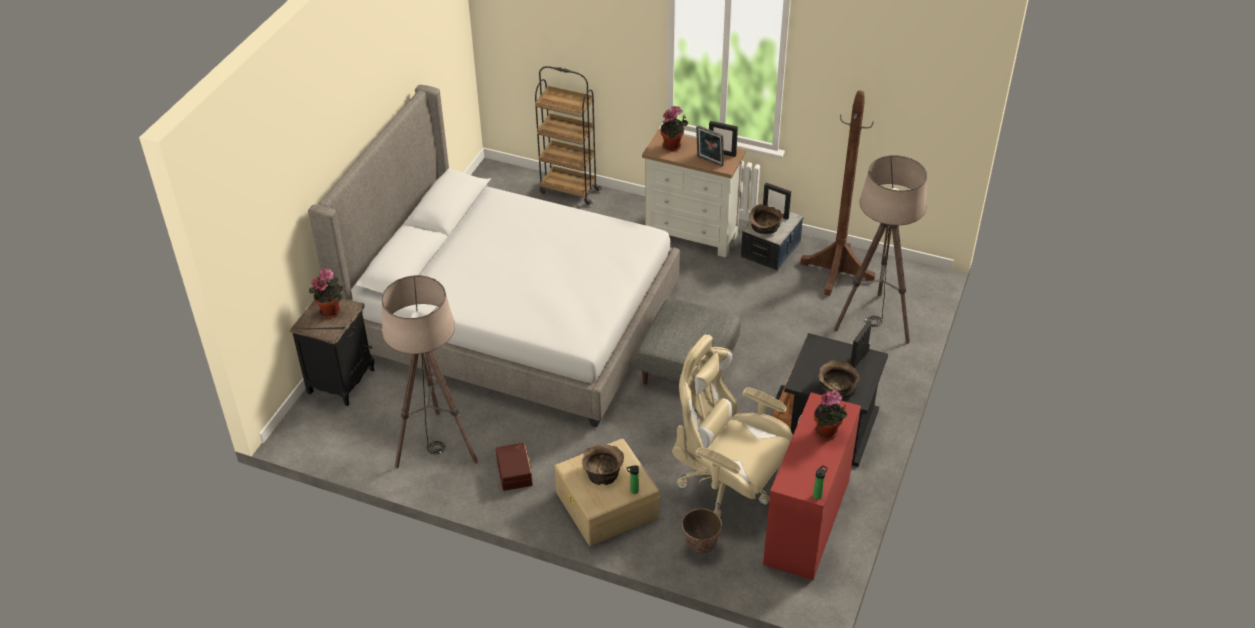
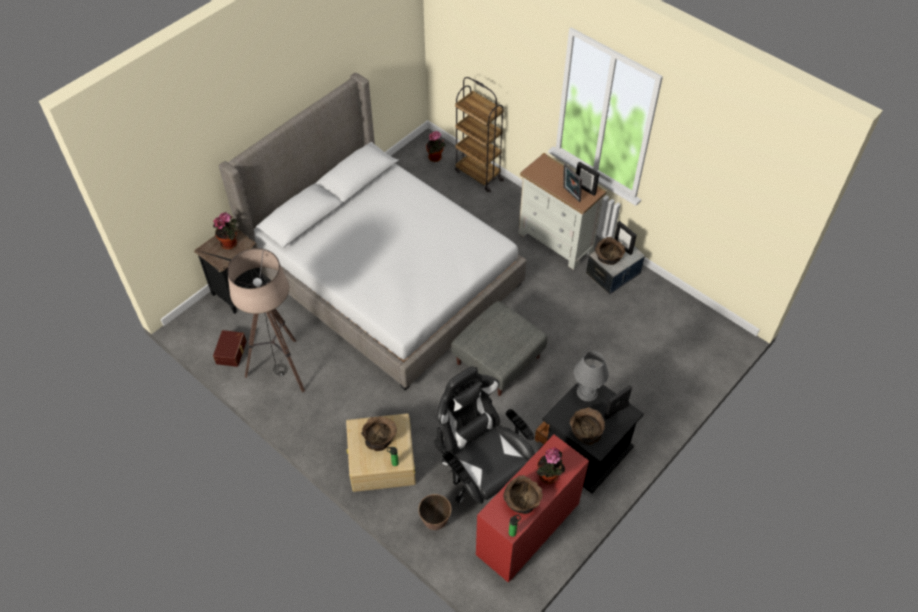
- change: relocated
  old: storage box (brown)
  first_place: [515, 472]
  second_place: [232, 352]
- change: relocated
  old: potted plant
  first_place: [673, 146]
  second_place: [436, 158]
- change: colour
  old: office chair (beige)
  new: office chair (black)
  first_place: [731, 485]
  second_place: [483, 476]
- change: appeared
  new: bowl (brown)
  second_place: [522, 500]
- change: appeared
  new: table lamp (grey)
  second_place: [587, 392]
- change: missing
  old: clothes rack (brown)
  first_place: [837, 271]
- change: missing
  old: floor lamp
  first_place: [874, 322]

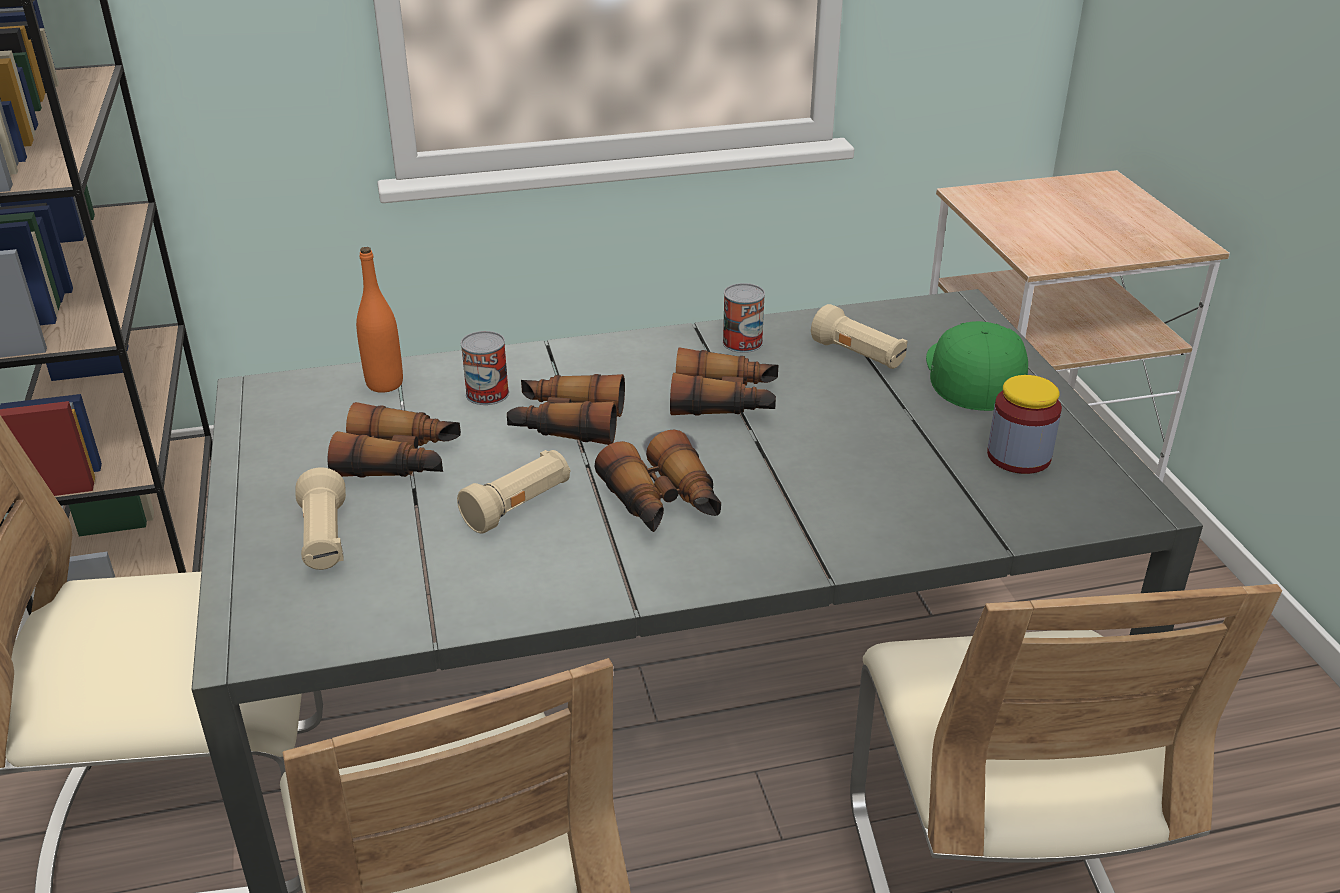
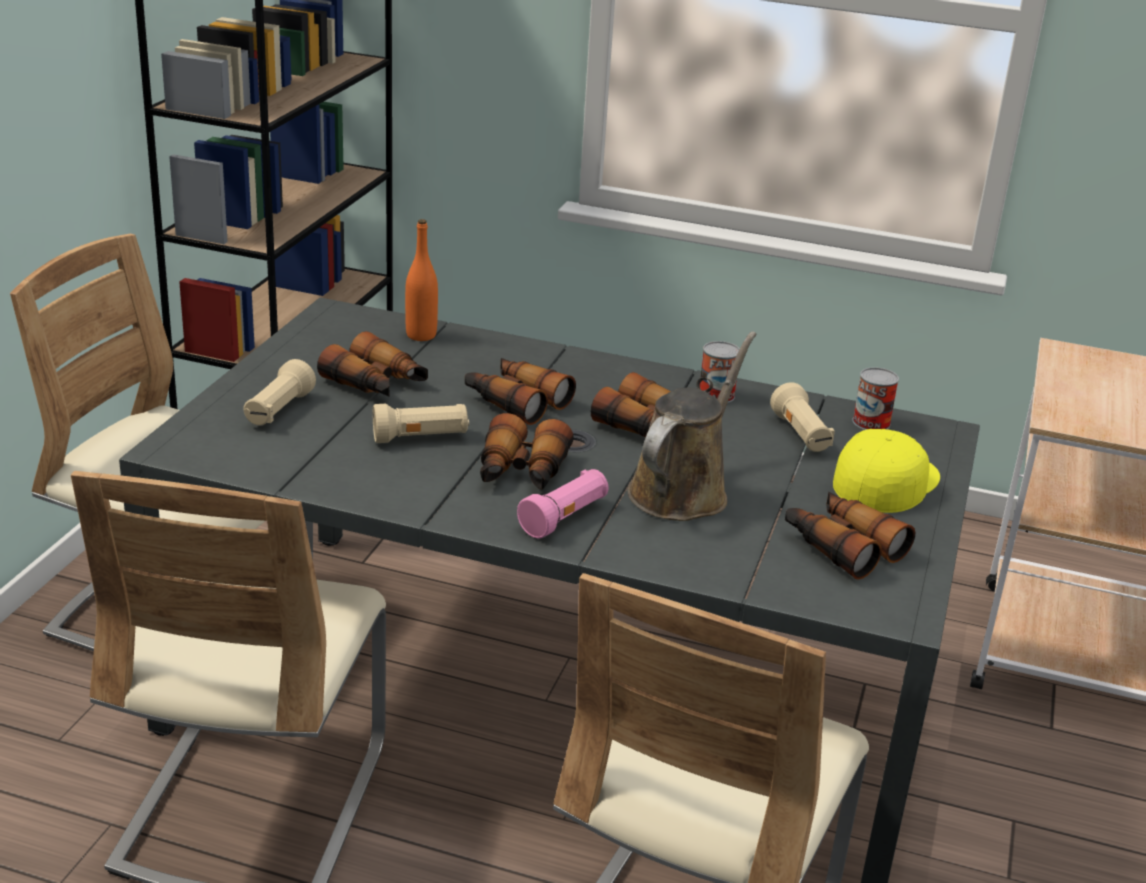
- change: appeared
  new: flashlight (pink)
  second_place: [564, 518]
- change: appeared
  new: watering can (brown)
  second_place: [682, 490]
- change: exchanged
  old: jar
  new: binoculars
  first_place: [1018, 456]
  second_place: [841, 546]
- change: colour
  old: cap (green)
  new: cap (yellow)
  first_place: [973, 373]
  second_place: [885, 479]
- change: relocated
  old: can
  first_place: [487, 393]
  second_place: [871, 422]

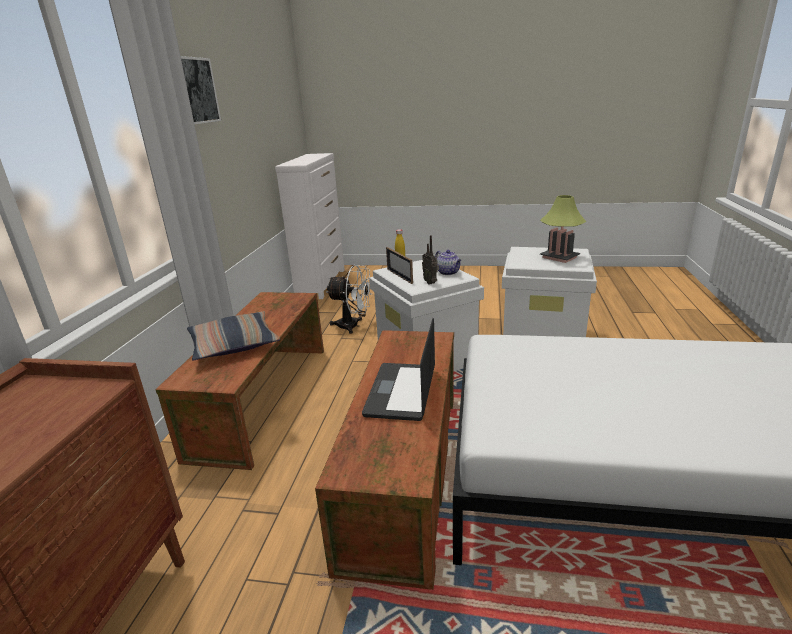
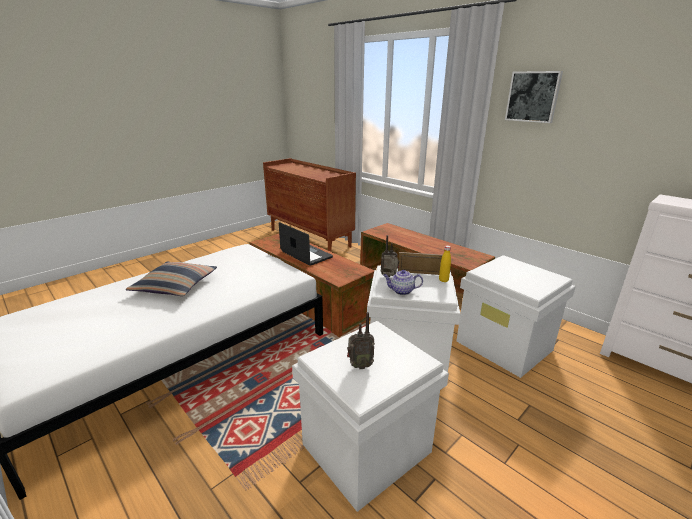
- change: relocated
  old: pillow
  first_place: [234, 344]
  second_place: [175, 286]
- change: exchanged
  old: table lamp
  new: radio
  first_place: [559, 257]
  second_place: [359, 365]
- change: exchanged
  old: fan (white)
  new: storage box (white)
  first_place: [353, 326]
  second_place: [505, 346]

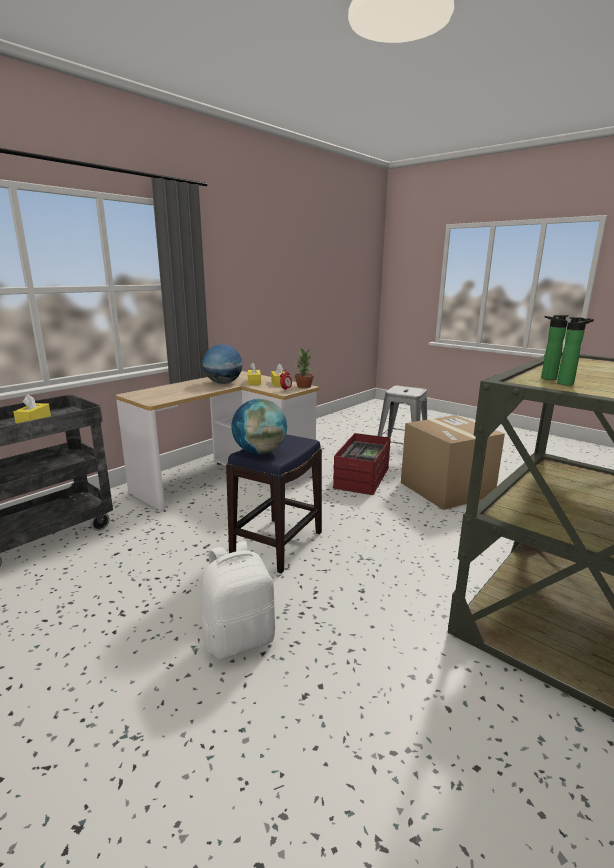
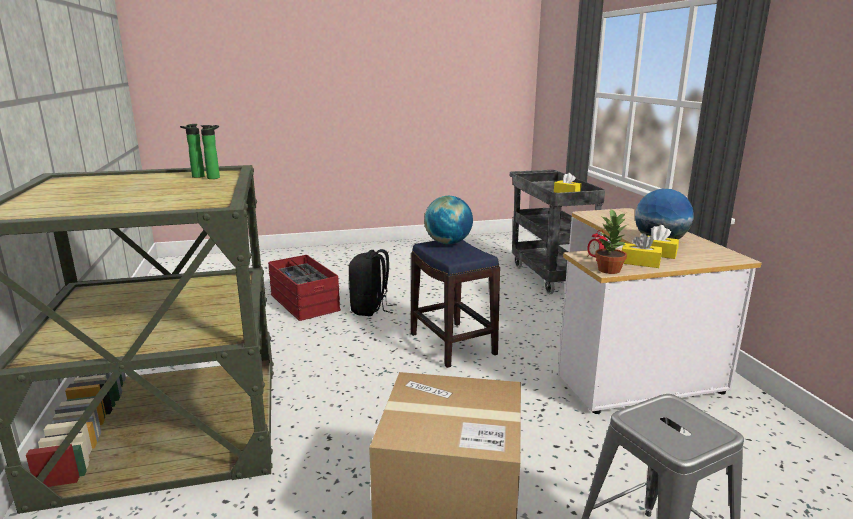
- change: relocated
  old: storage box (red)
  first_place: [362, 477]
  second_place: [303, 302]
- change: colour
  old: backpack (white)
  new: backpack (black)
  first_place: [240, 638]
  second_place: [370, 309]

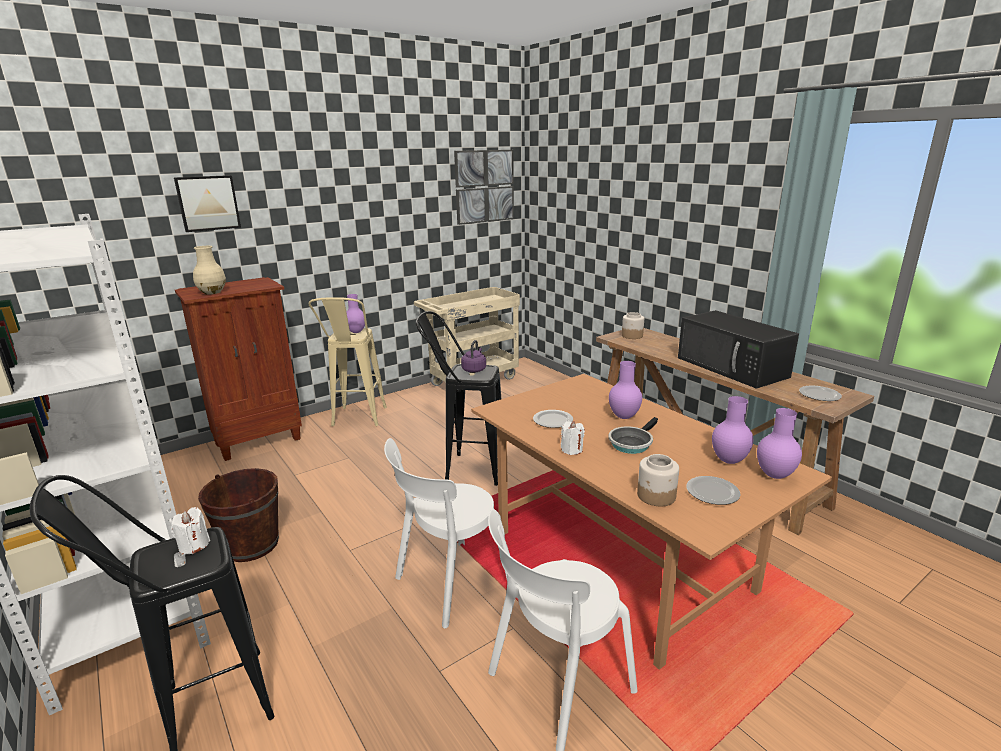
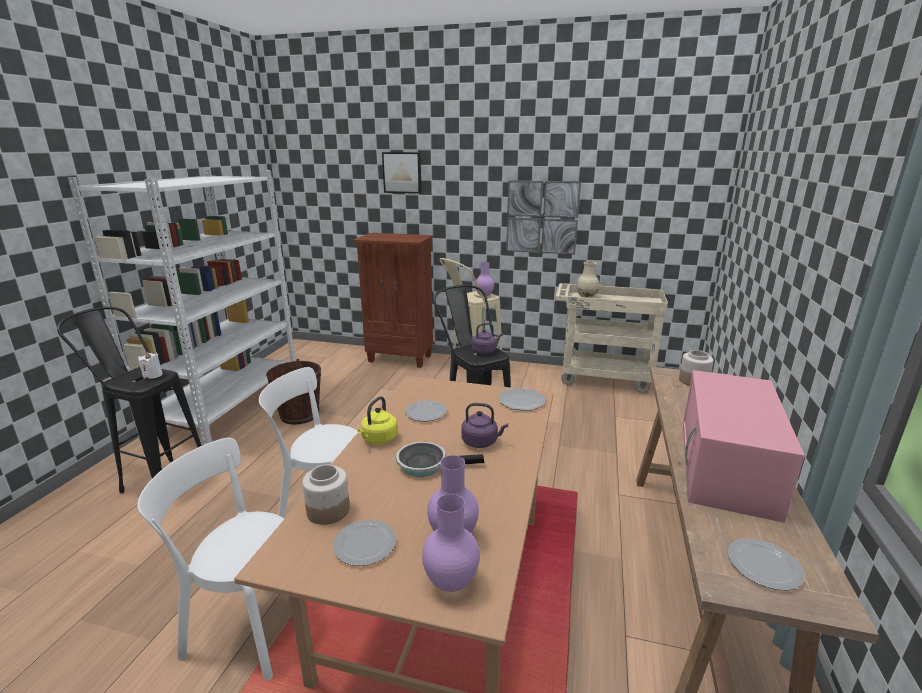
- change: exchanged
  old: candle (white)
  new: kettle (yellow)
  first_place: [571, 449]
  second_place: [378, 439]
- change: exchanged
  old: vase (purple)
  new: kettle (purple)
  first_place: [623, 416]
  second_place: [481, 442]
- change: appeared
  new: plate
  second_place: [521, 401]
- change: relocated
  old: picture
  first_place: [484, 186]
  second_place: [542, 217]
- change: relocated
  old: vase (beige)
  first_place: [212, 292]
  second_place: [587, 296]
- change: colour
  old: microwave (black)
  new: microwave (pink)
  first_place: [733, 367]
  second_place: [727, 467]

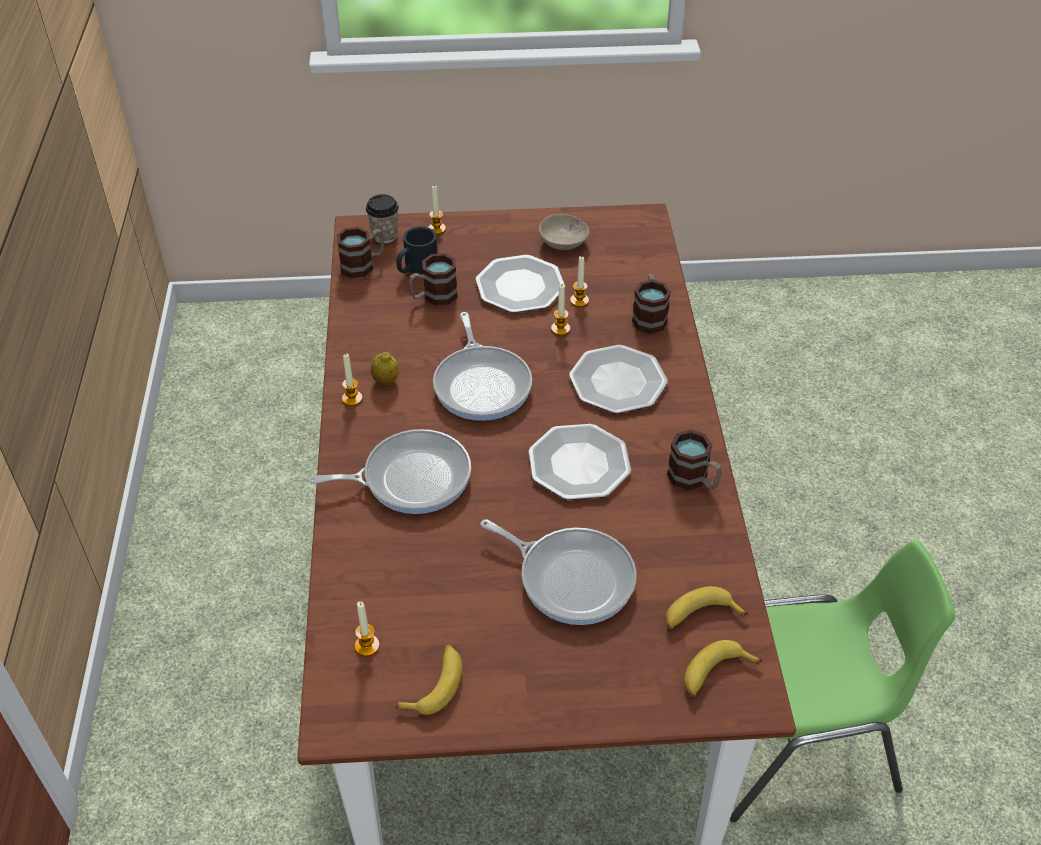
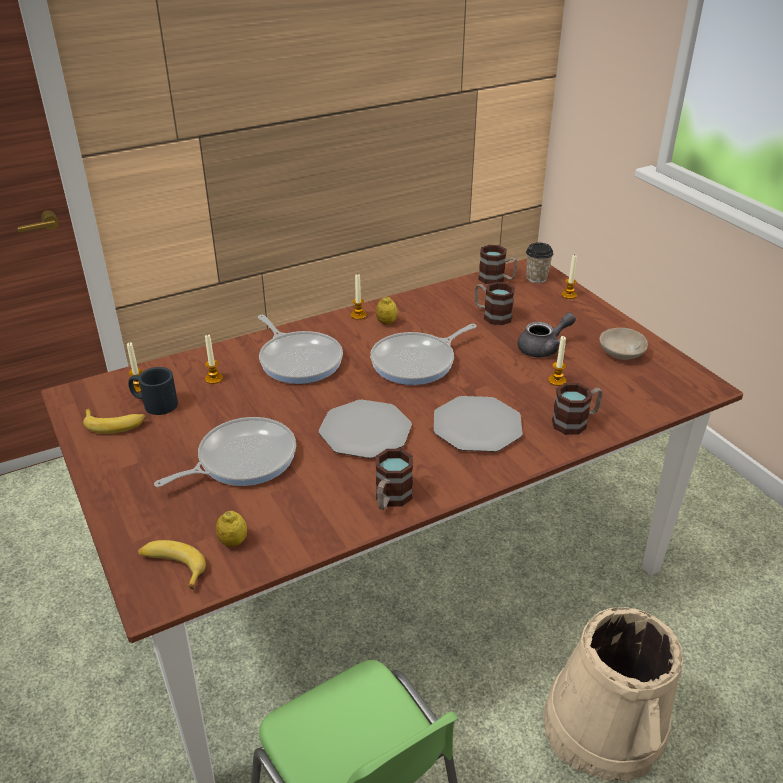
- change: relocated
  old: mug (black)
  first_place: [416, 268]
  second_place: [154, 403]
- change: spun
  old: frying pan
  first_place: [571, 577]
  second_place: [241, 459]
  degrees: -135
- change: relocated
  old: candle
  first_place: [560, 329]
  second_place: [214, 378]
- change: exchanged
  old: banana
  new: lemon
  first_place: [700, 616]
  second_place: [233, 541]
- change: exchanged
  old: plate
  new: teapot (grey)
  first_place: [520, 286]
  second_place: [544, 348]
- change: appeared
  new: bucket (beige)
  second_place: [604, 727]

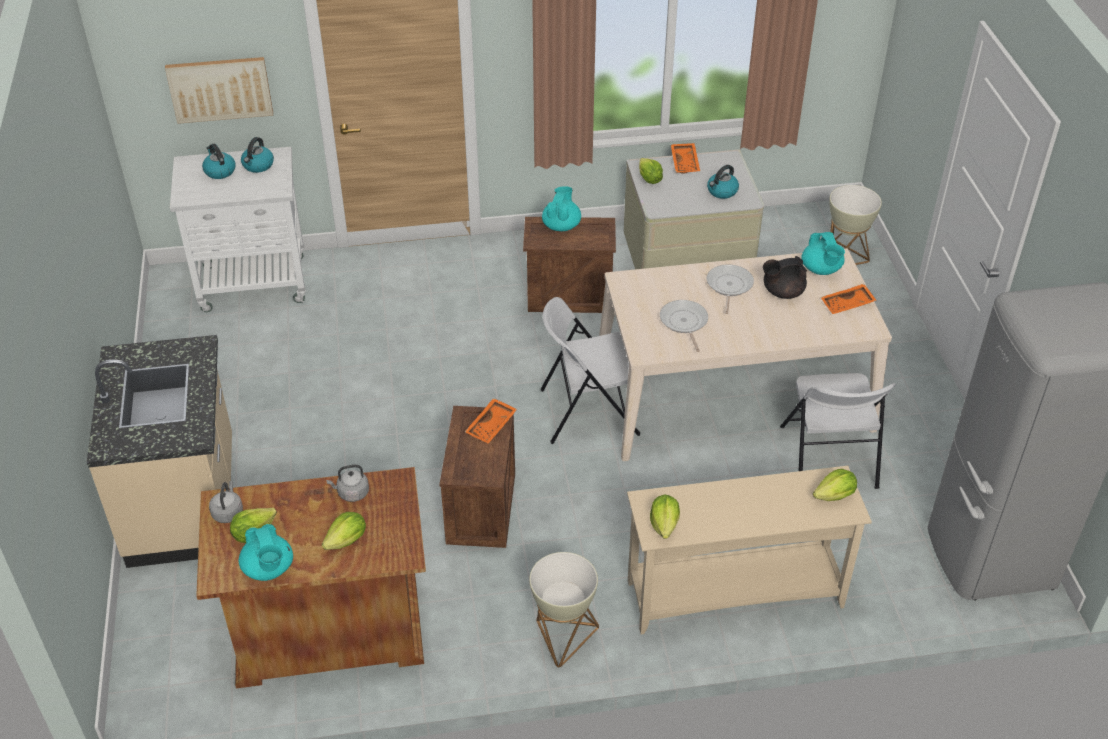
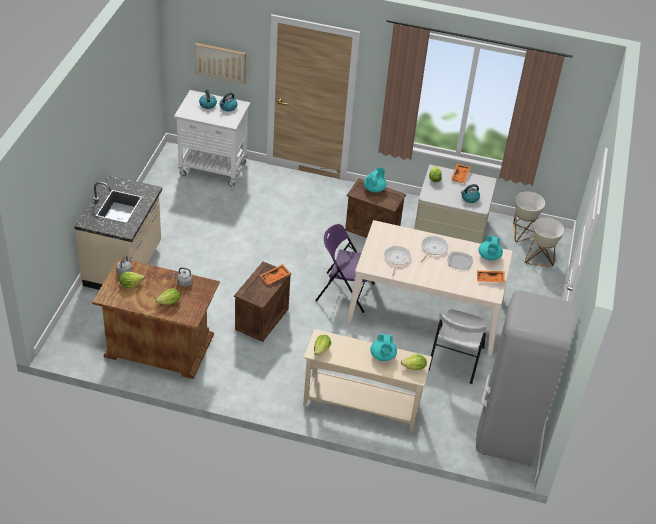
- change: colour
  old: chair (white)
  new: chair (purple)
  first_place: [589, 411]
  second_place: [345, 292]
- change: relocated
  old: teapot (turquoise)
  first_place: [269, 569]
  second_place: [383, 356]
- change: exchanged
  old: teapot (black)
  new: plate
  first_place: [782, 292]
  second_place: [459, 261]
- change: relocated
  old: planter
  first_place: [563, 636]
  second_place: [522, 233]

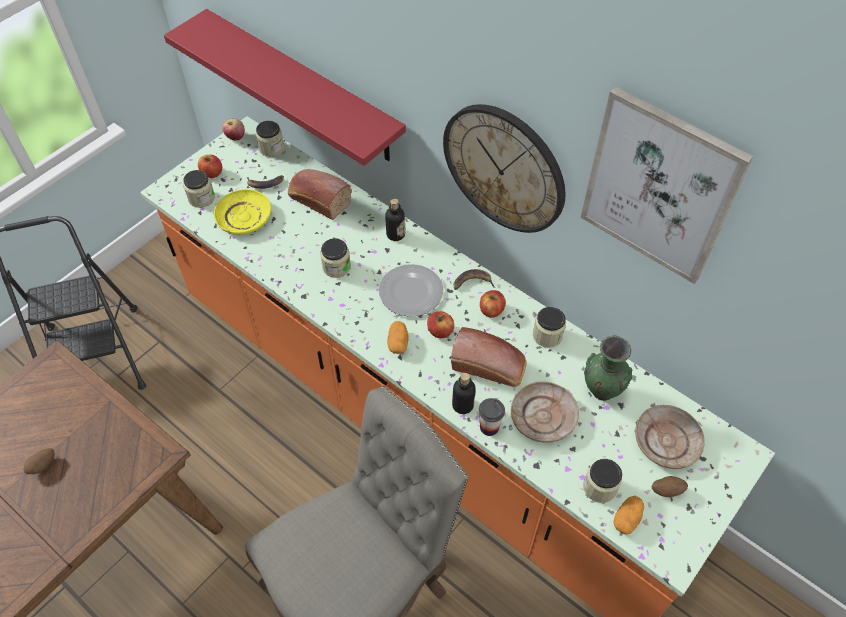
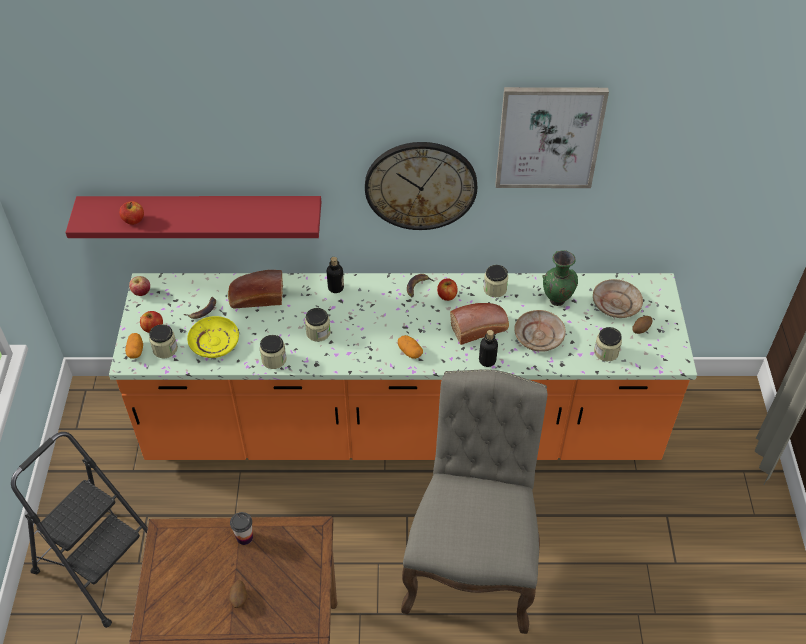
- change: relocated
  old: apple
  first_place: [440, 331]
  second_place: [133, 220]
- change: relocated
  old: potato
  first_place: [627, 519]
  second_place: [135, 350]
- change: relocated
  old: cup
  first_place: [489, 427]
  second_place: [244, 537]
- change: relocated
  old: jar
  first_place: [271, 148]
  second_place: [274, 359]
- change: missing
  old: plate
  first_place: [411, 291]

